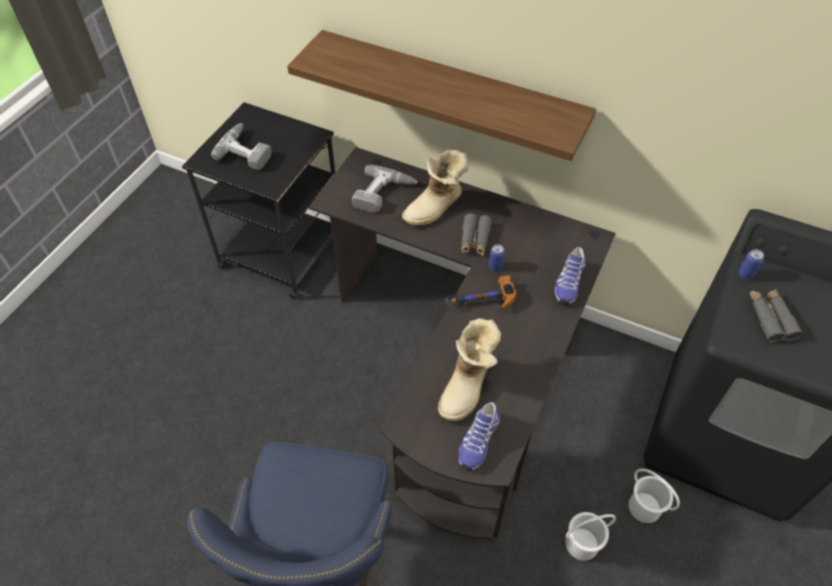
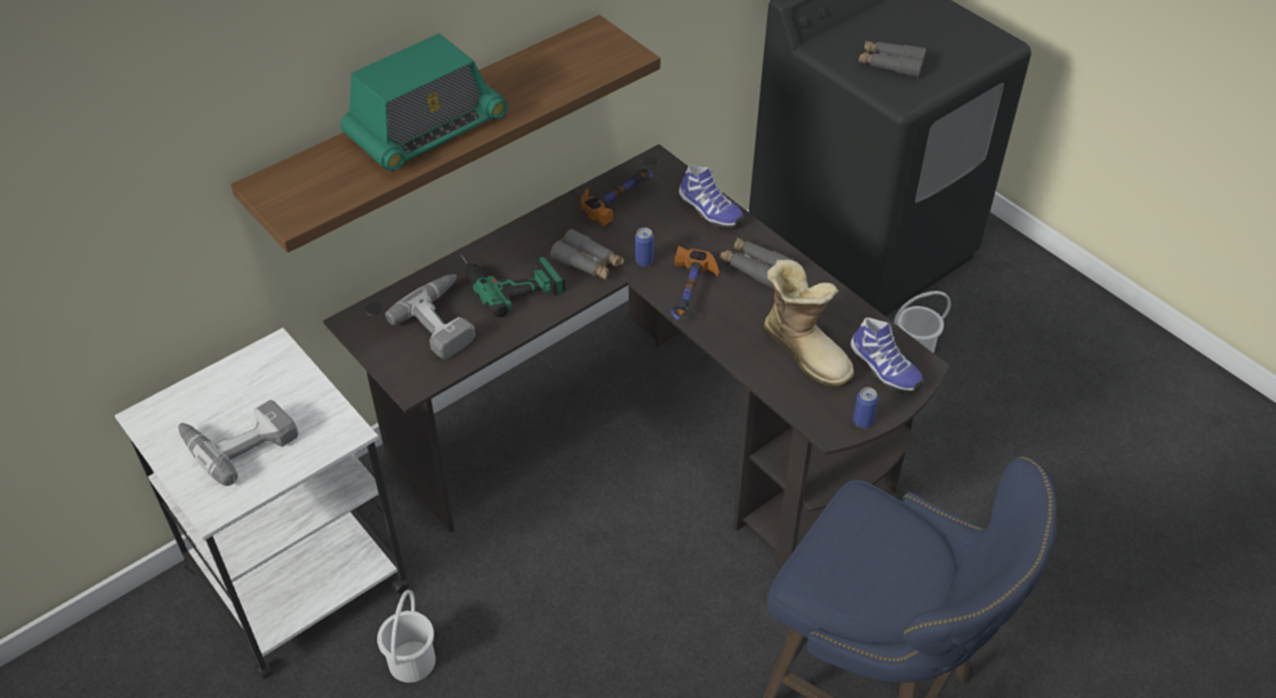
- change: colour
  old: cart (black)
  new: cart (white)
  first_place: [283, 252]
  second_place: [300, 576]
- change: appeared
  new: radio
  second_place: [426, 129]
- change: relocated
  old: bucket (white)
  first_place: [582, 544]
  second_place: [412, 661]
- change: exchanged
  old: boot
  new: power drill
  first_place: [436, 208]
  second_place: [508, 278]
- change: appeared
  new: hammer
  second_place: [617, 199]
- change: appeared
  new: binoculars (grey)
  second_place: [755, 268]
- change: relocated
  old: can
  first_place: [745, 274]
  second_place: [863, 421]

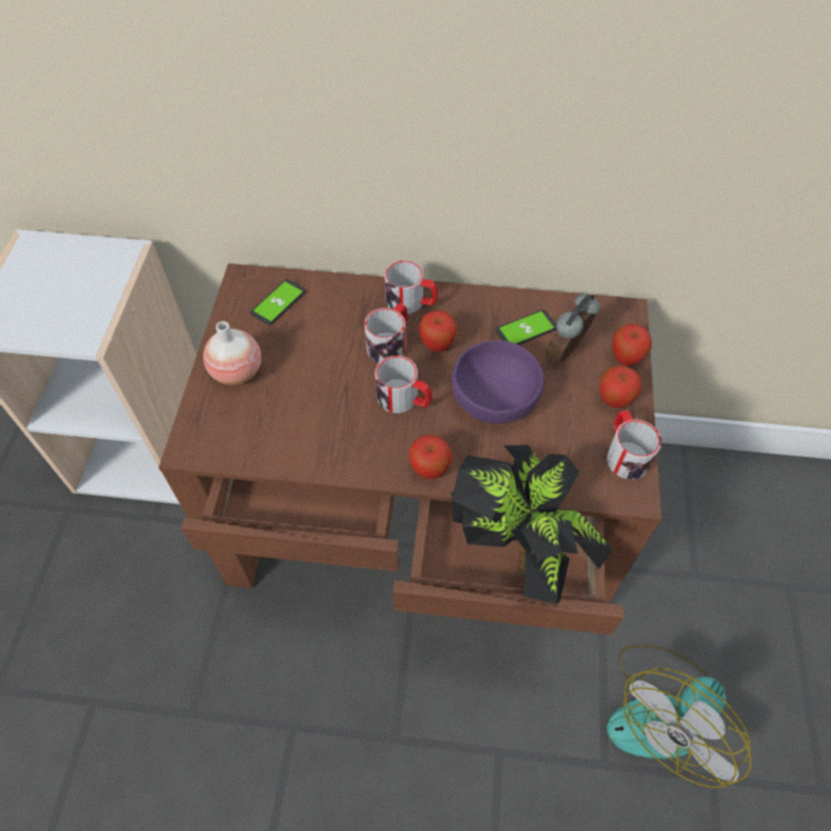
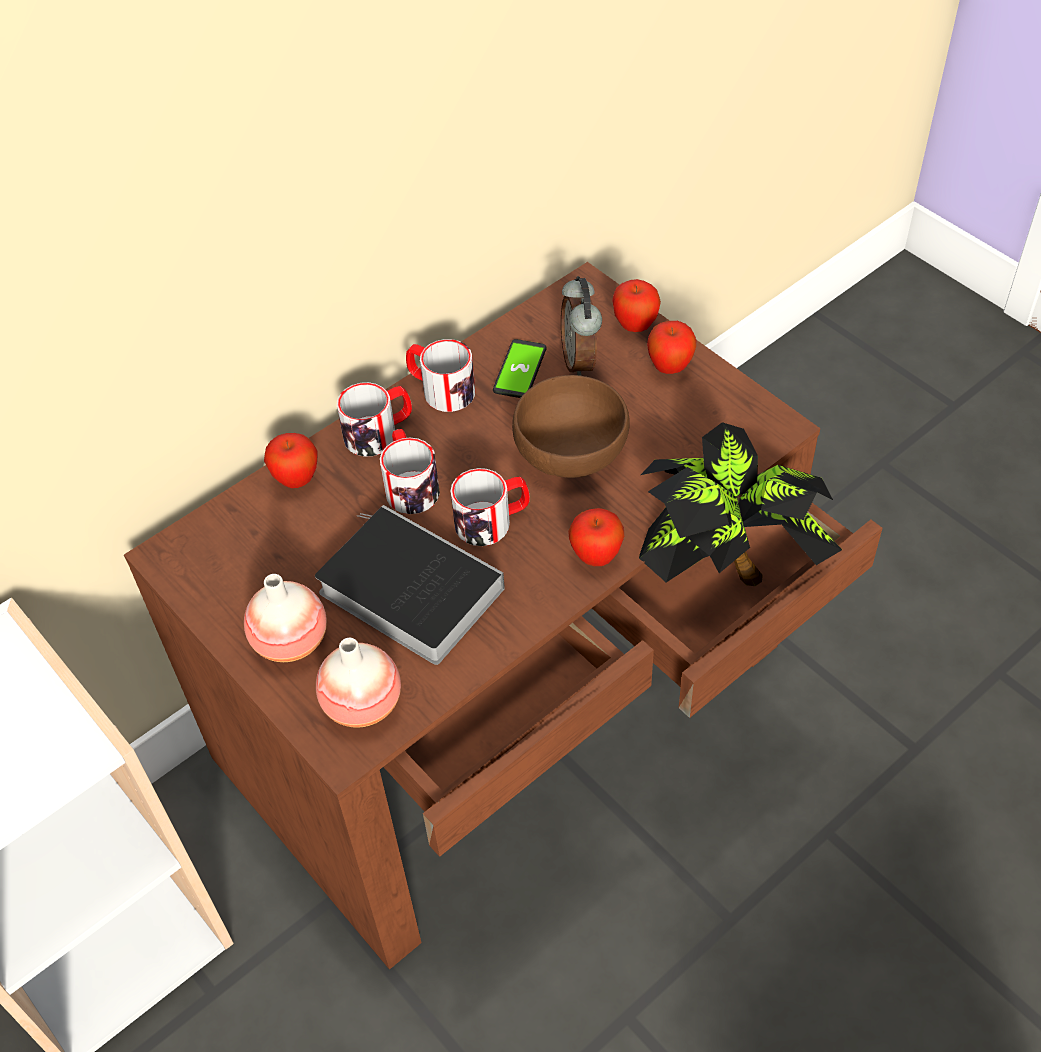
- change: relocated
  old: apple
  first_place: [437, 345]
  second_place: [296, 480]
- change: appeared
  new: book
  second_place: [405, 589]
- change: appeared
  new: vase
  second_place: [362, 704]
- change: relocated
  old: mug
  first_place: [625, 453]
  second_place: [441, 389]
- change: colour
  old: bowl (purple)
  new: bowl (brown)
  first_place: [496, 399]
  second_place: [572, 450]
- change: missing
  old: phone
  first_place: [278, 302]
- change: missing
  old: fan
  first_place: [665, 712]

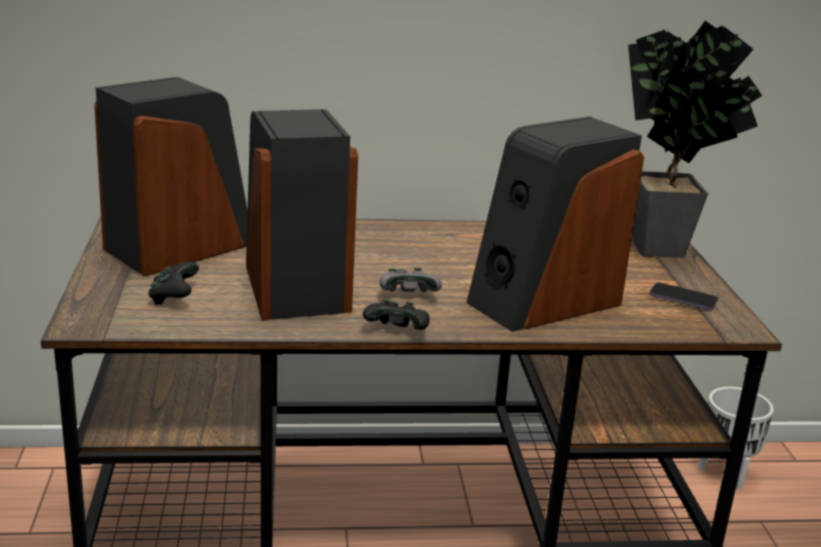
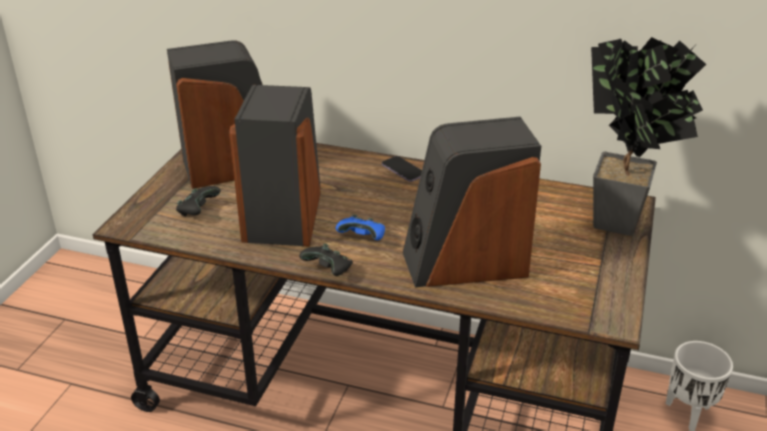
- change: colour
  old: game controller (grey)
  new: game controller (blue)
  first_place: [409, 296]
  second_place: [363, 238]
- change: relocated
  old: phone
  first_place: [683, 299]
  second_place: [403, 170]

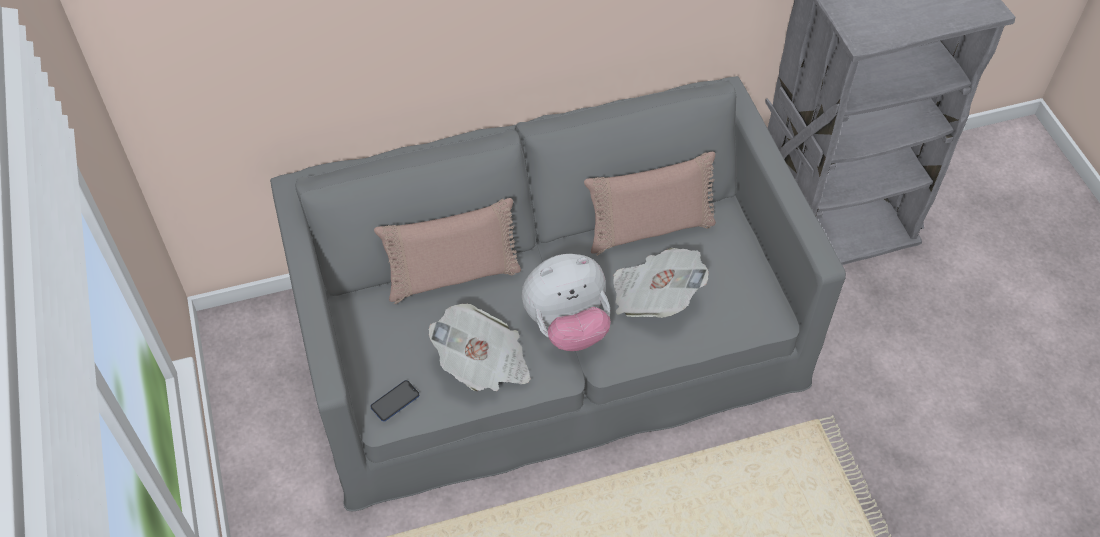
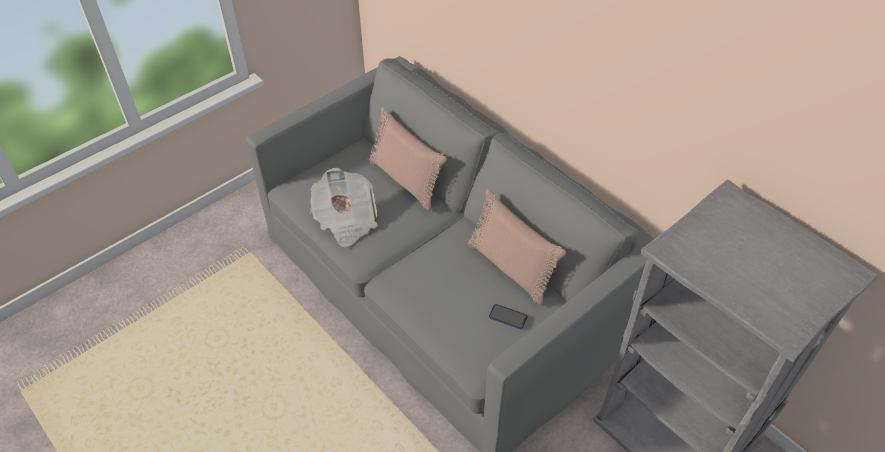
- change: relocated
  old: phone
  first_place: [395, 401]
  second_place: [508, 317]
- change: missing
  old: plush toy
  first_place: [567, 326]
- change: missing
  old: newspaper
  first_place: [654, 296]

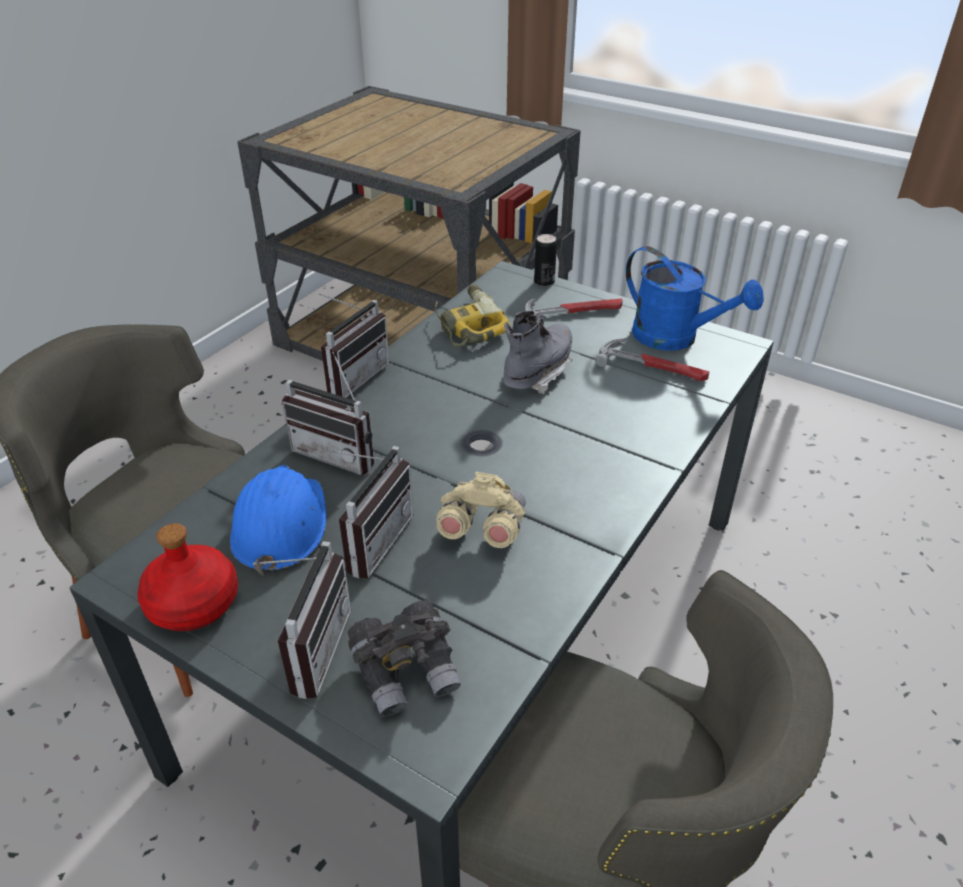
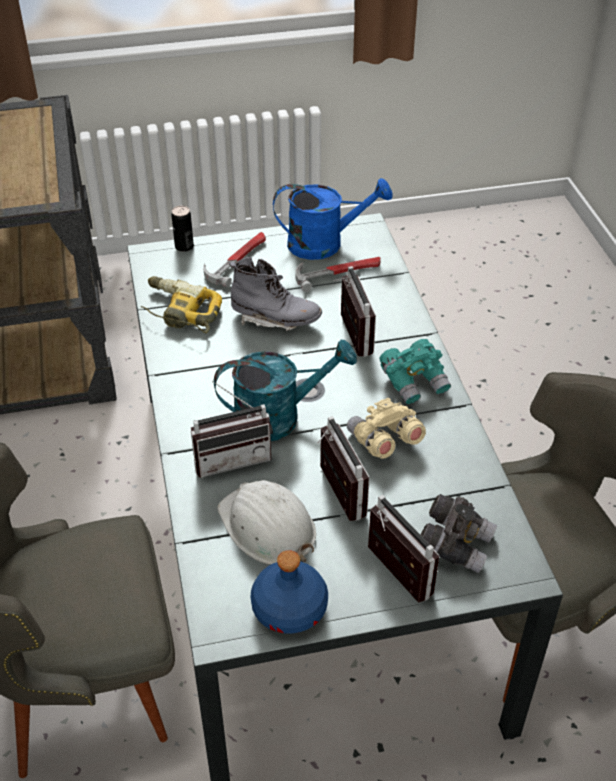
- change: appeared
  new: watering can (turquoise)
  second_place: [279, 417]
- change: colour
  old: hard hat (blue)
  new: hard hat (white)
  first_place: [280, 526]
  second_place: [267, 527]
- change: spun
  old: boot (grey)
  first_place: [537, 372]
  second_place: [275, 319]
  degrees: 120
- change: colour
  old: bottle (red)
  new: bottle (blue)
  first_place: [193, 604]
  second_place: [290, 609]
- change: relocated
  old: radio
  first_place: [352, 377]
  second_place: [348, 336]
- change: appeared
  new: binoculars (turquoise)
  second_place: [414, 382]

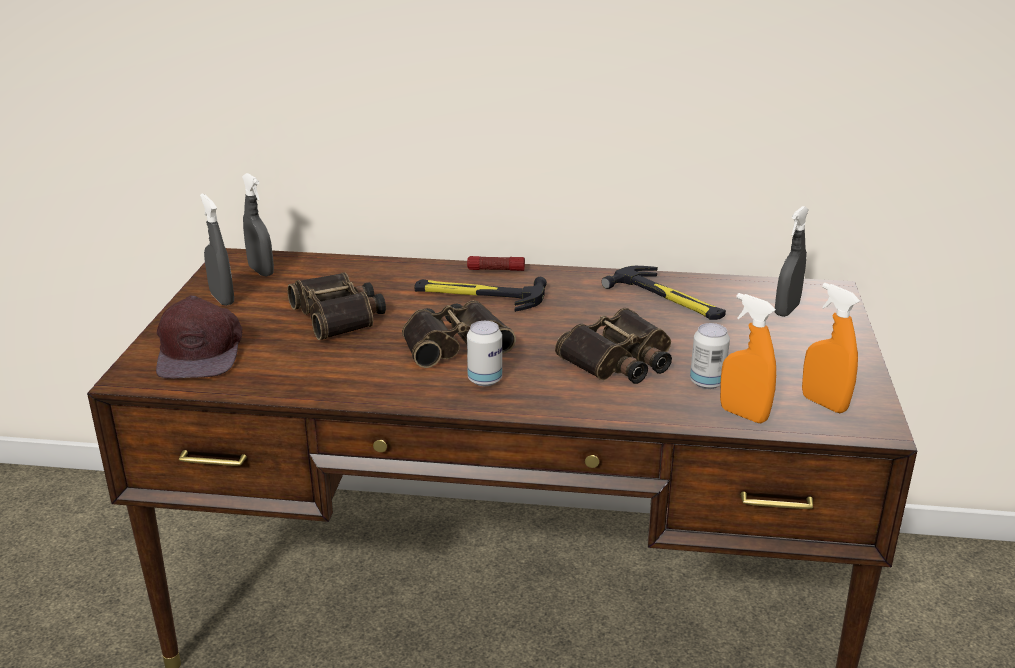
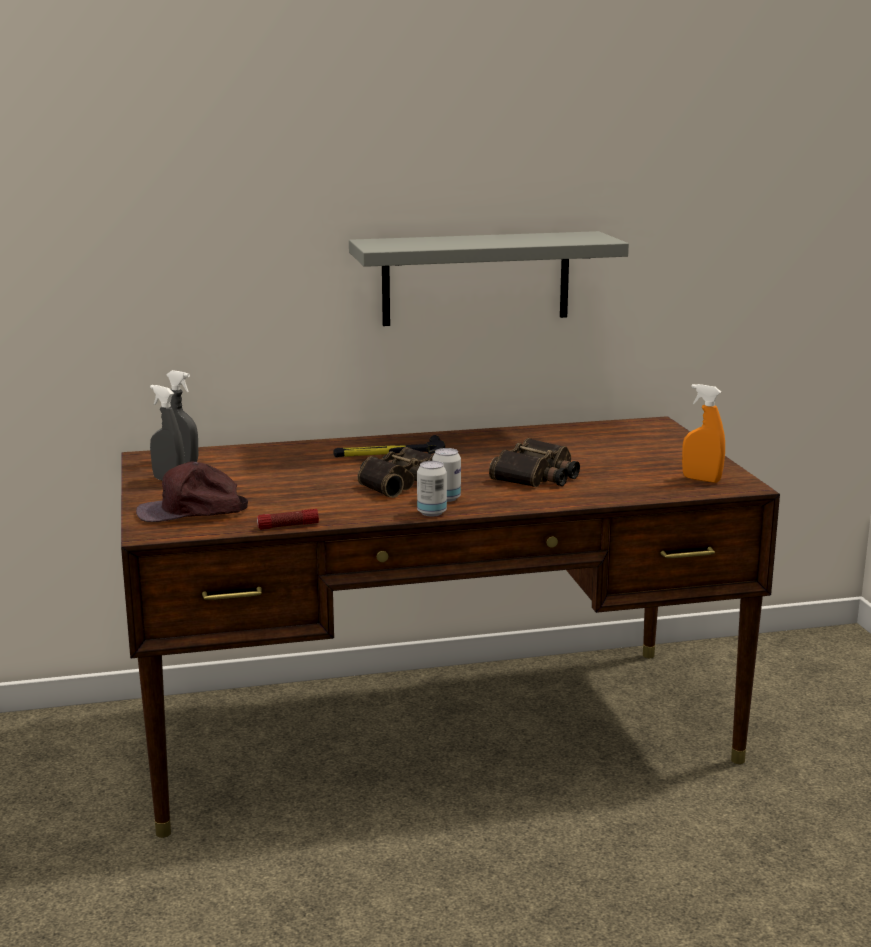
- change: spun
  old: cap (brown)
  first_place: [202, 350]
  second_place: [192, 511]
  degrees: 105
- change: relocated
  old: flashlight
  first_place: [496, 270]
  second_place: [288, 526]
- change: appeared
  new: shelf (grey)
  second_place: [476, 278]
- change: relocated
  old: can
  first_place: [707, 382]
  second_place: [431, 512]
- change: missing
  old: binoculars
  first_place: [339, 315]
- change: missing
  old: hammer
  first_place: [668, 299]
- change: missing
  old: spray bottle (orange)
  first_place: [743, 414]
- change: missing
  old: spray bottle (grey)
  first_place: [786, 310]

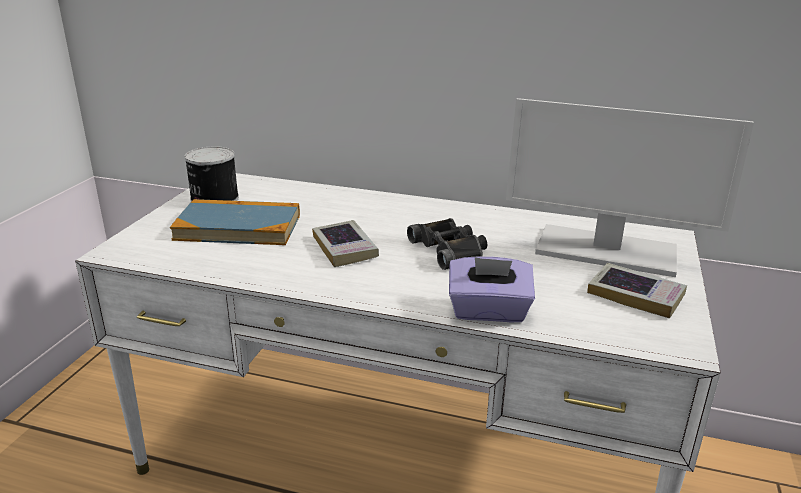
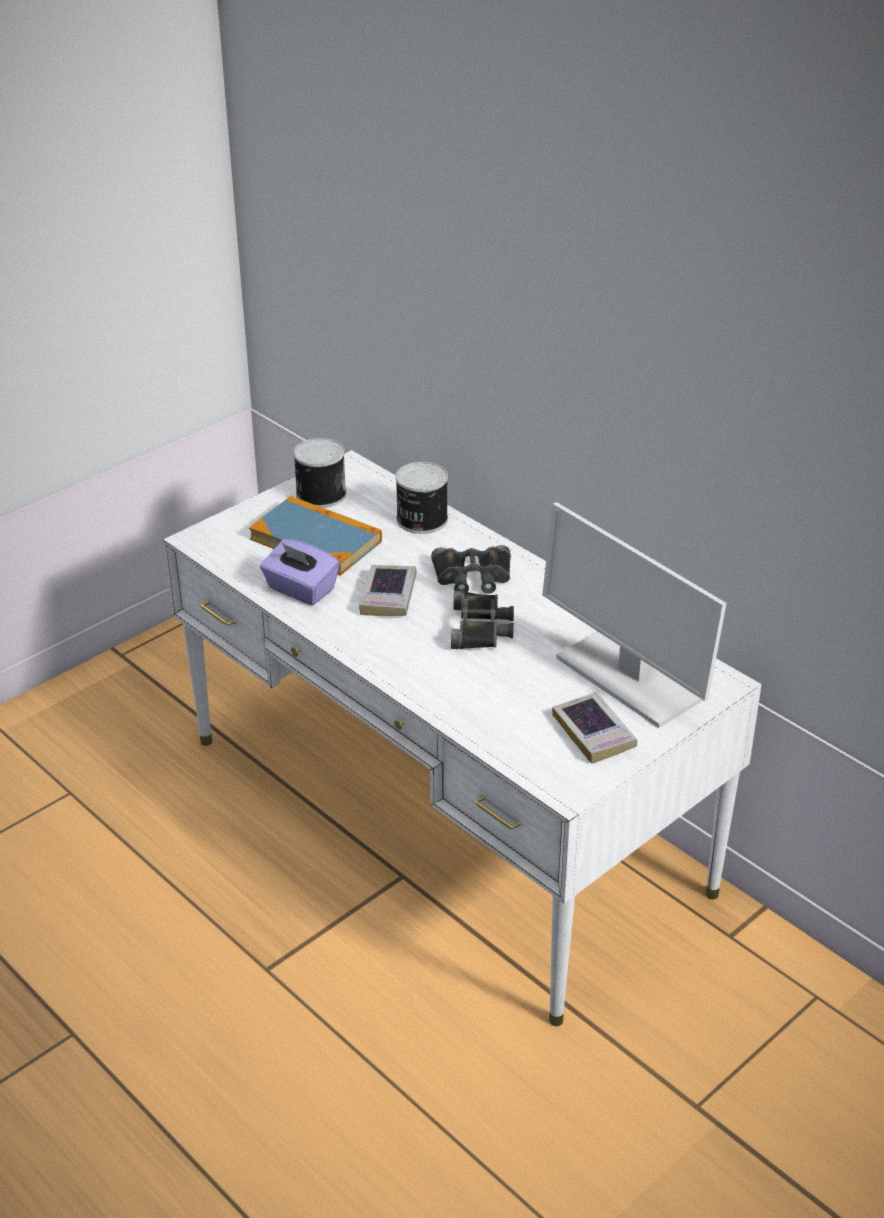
- change: relocated
  old: tissue box (purple)
  first_place: [488, 312]
  second_place: [300, 590]
- change: appeared
  new: can
  second_place: [421, 520]
- change: appeared
  new: binoculars (black)
  second_place: [472, 577]

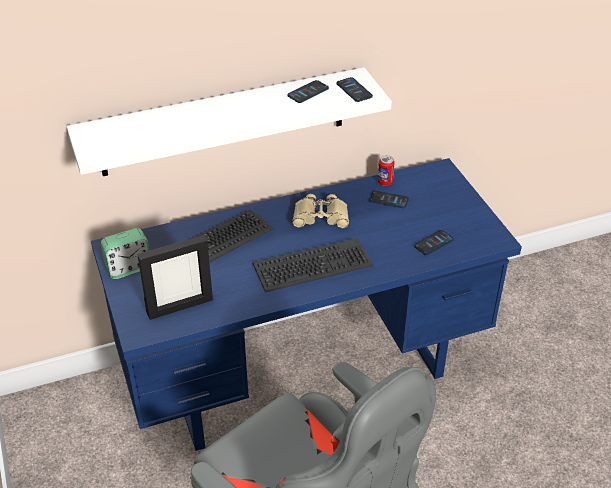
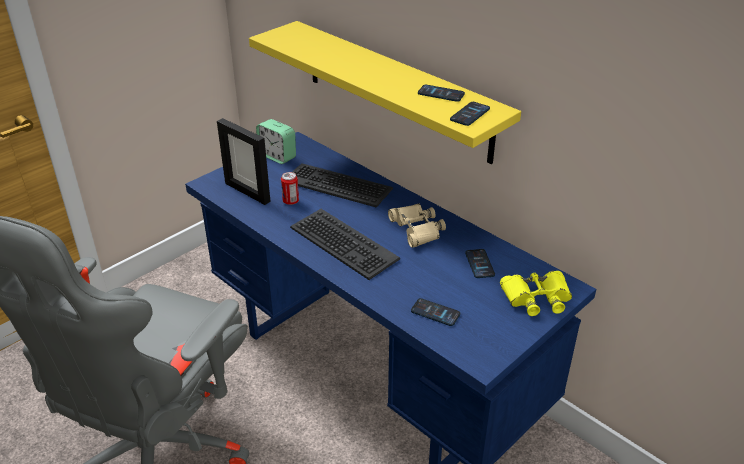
- change: colour
  old: shelf (white)
  new: shelf (yellow)
  first_place: [224, 122]
  second_place: [396, 90]
- change: relocated
  old: can
  first_place: [385, 182]
  second_place: [290, 201]
- change: appeared
  new: binoculars (yellow)
  second_place: [536, 297]

